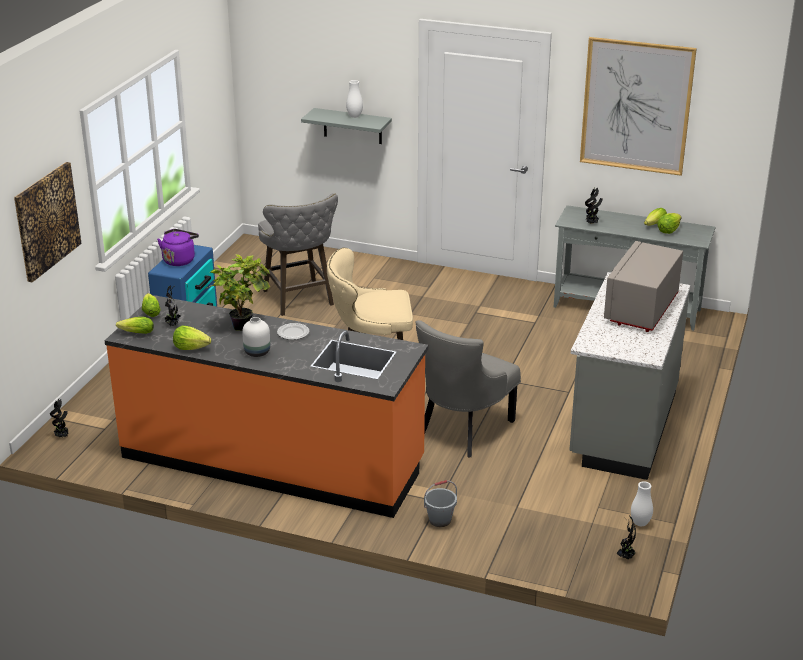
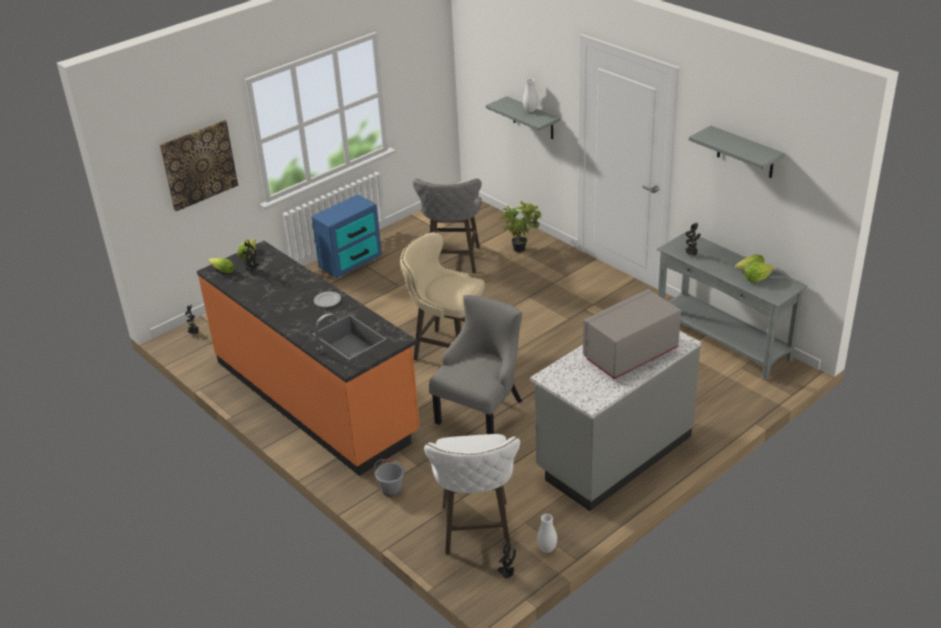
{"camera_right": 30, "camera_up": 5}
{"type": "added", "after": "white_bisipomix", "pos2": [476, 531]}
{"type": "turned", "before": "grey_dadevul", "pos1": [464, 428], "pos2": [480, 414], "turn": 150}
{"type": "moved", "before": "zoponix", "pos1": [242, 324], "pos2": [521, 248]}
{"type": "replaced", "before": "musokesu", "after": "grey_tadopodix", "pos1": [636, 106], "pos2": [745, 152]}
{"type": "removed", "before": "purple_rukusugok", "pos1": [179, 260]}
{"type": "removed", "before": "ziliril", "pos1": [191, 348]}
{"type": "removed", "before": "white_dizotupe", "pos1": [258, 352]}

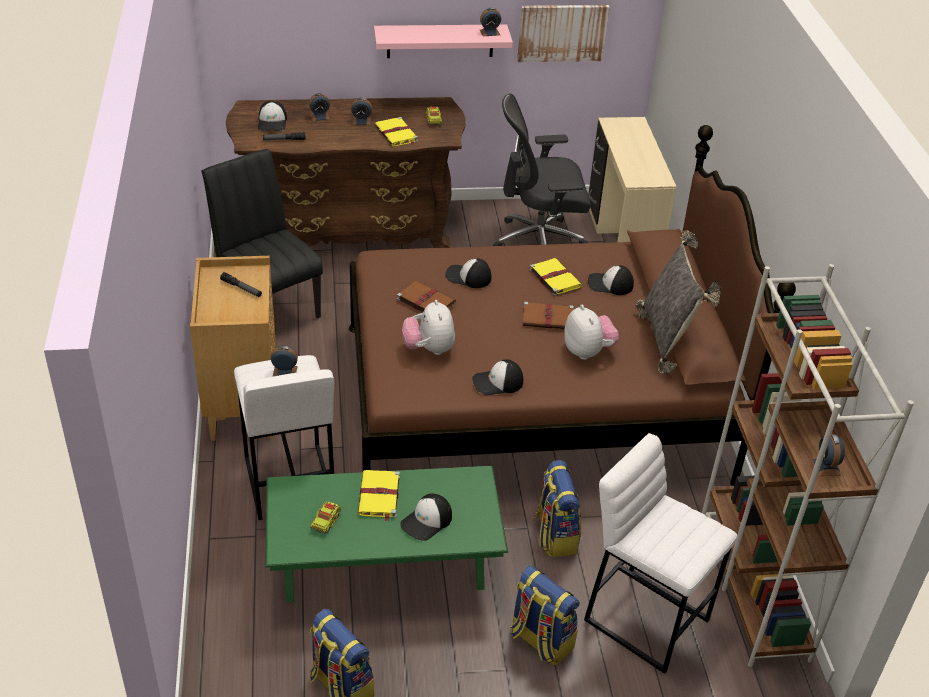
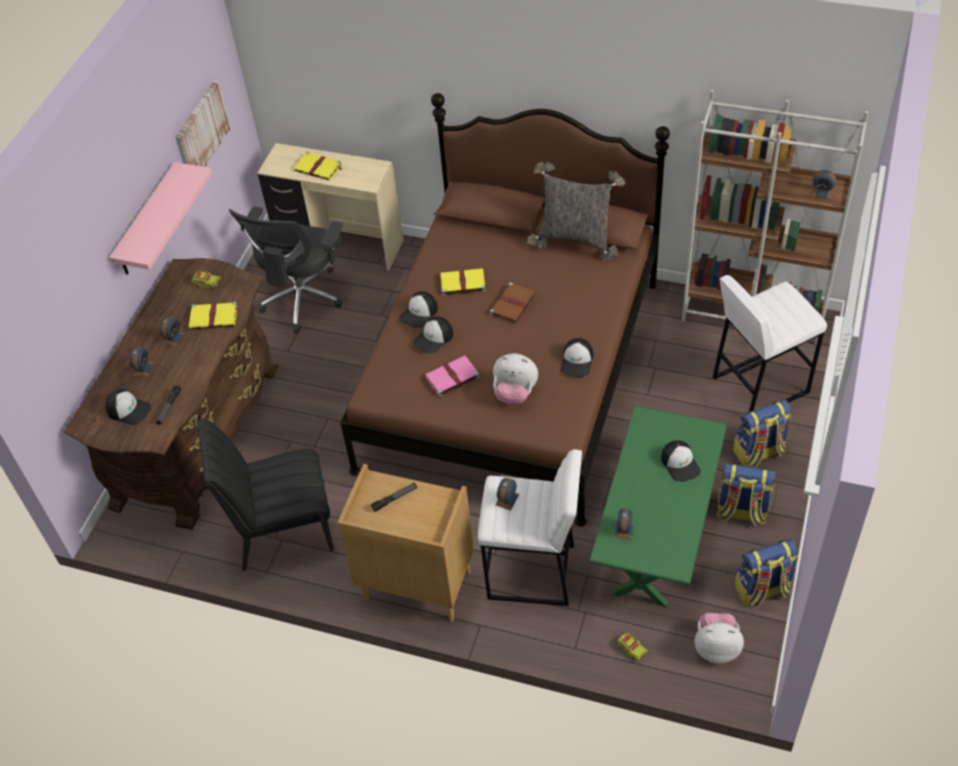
{"camera_right": -60, "camera_up": 10}
{"type": "moved", "before": "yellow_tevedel", "pos1": [379, 496], "pos2": [318, 168]}
{"type": "moved", "before": "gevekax", "pos1": [610, 284], "pos2": [419, 313]}
{"type": "recoloured", "before": "brown_tevedel", "after": "pink_tevedel", "pos1": [425, 301], "pos2": [451, 377]}
{"type": "moved", "before": "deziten", "pos1": [489, 32], "pos2": [624, 529]}
{"type": "moved", "before": "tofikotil", "pos1": [326, 521], "pos2": [631, 649]}
{"type": "moved", "before": "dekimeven", "pos1": [588, 351], "pos2": [716, 647]}
{"type": "moved", "before": "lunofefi", "pos1": [554, 535], "pos2": [741, 512]}

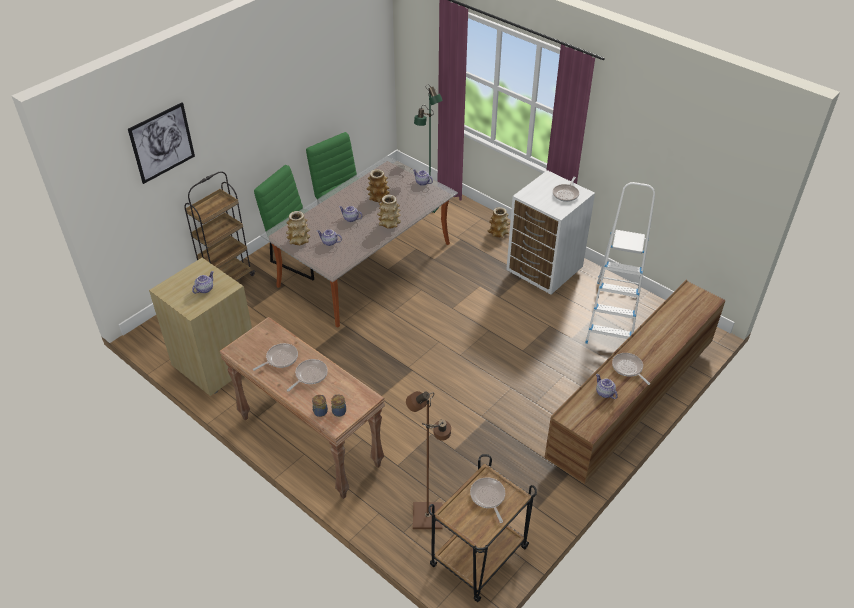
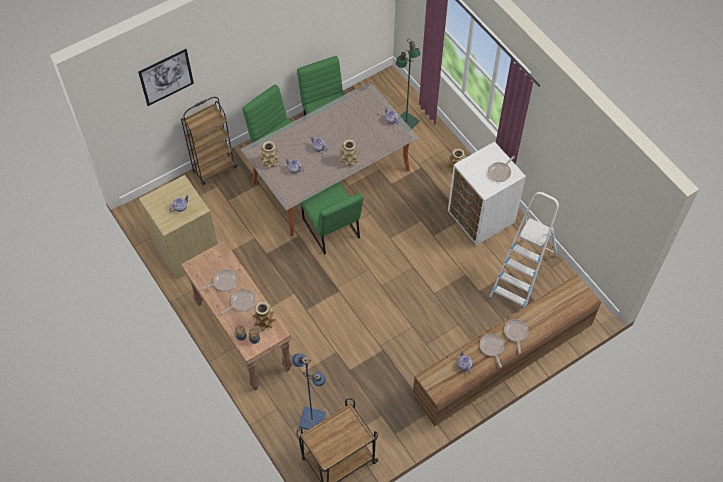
{"camera_right": 15, "camera_up": 15}
{"type": "moved", "before": "dizotupe", "pos1": [378, 197], "pos2": [265, 321]}
{"type": "recoloured", "before": "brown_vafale", "after": "blue_vafale", "pos1": [427, 516], "pos2": [312, 420]}
{"type": "added", "after": "green_dadevul", "pos2": [331, 229]}
{"type": "moved", "before": "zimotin", "pos1": [488, 497], "pos2": [516, 333]}

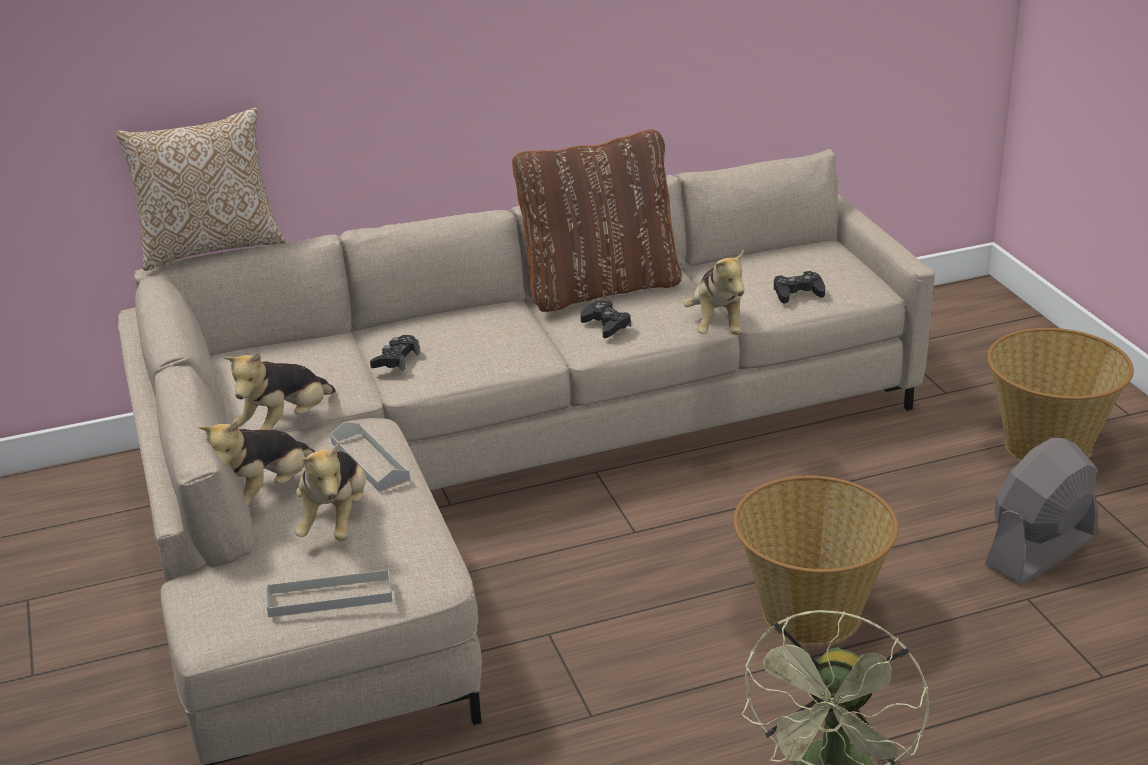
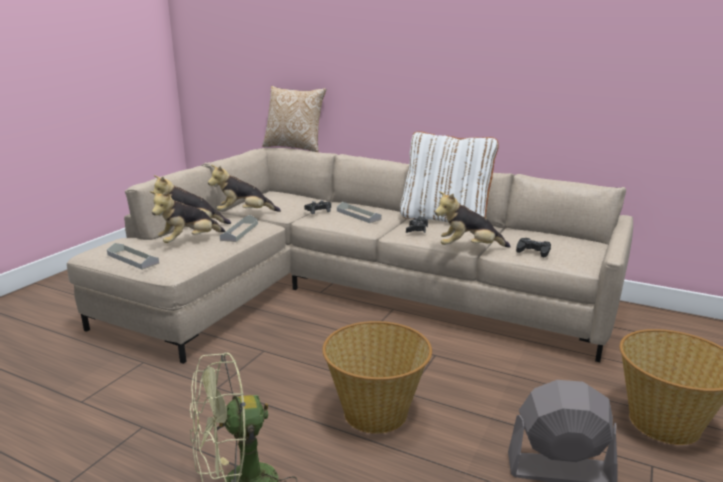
{"camera_right": 45, "camera_up": -10}
{"type": "added", "after": "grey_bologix", "pos2": [358, 215]}
{"type": "recoloured", "before": "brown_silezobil", "after": "white_silezobil", "pos1": [600, 288], "pos2": [445, 219]}
{"type": "turned", "before": "dekimeven", "pos1": [717, 325], "pos2": [468, 248], "turn": 45}

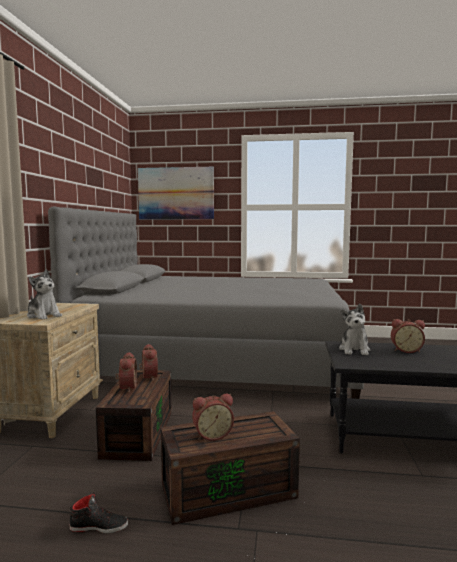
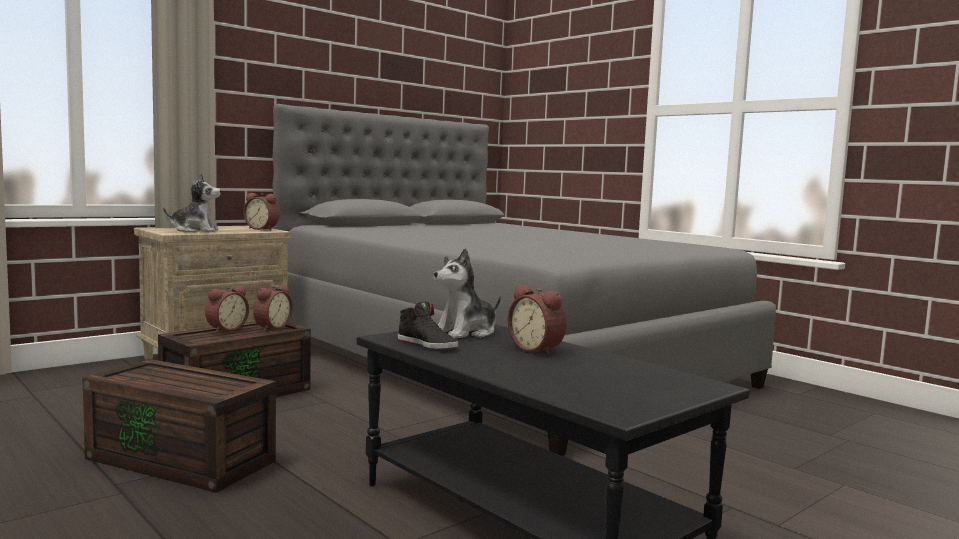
{"camera_right": 40, "camera_up": 0}
{"type": "turned", "before": "dekimeven", "pos1": [44, 316], "pos2": [195, 230], "turn": -90}
{"type": "moved", "before": "deziten", "pos1": [212, 435], "pos2": [262, 229]}
{"type": "moved", "before": "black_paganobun", "pos1": [99, 526], "pos2": [427, 344]}
{"type": "removed", "before": "musokesu", "pos1": [176, 193]}

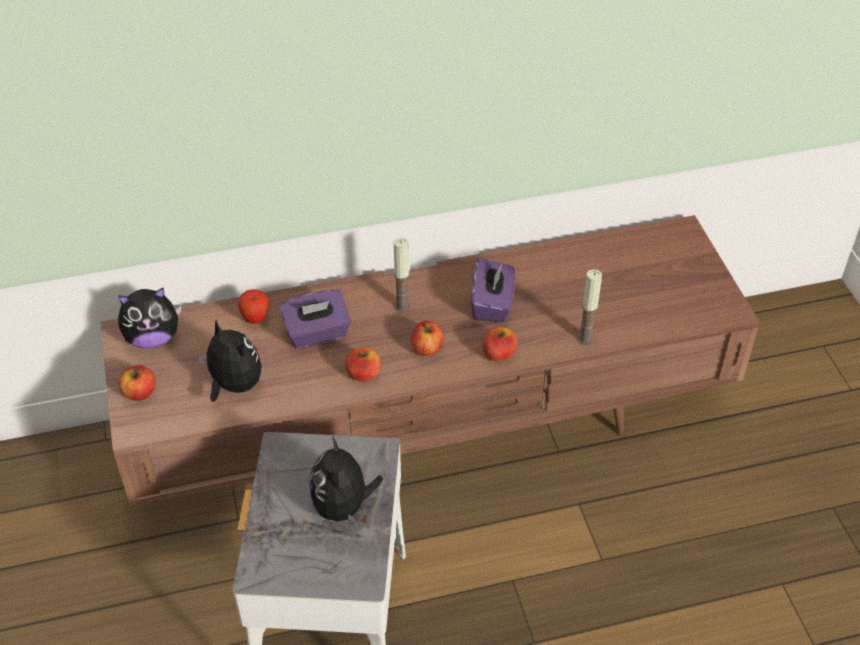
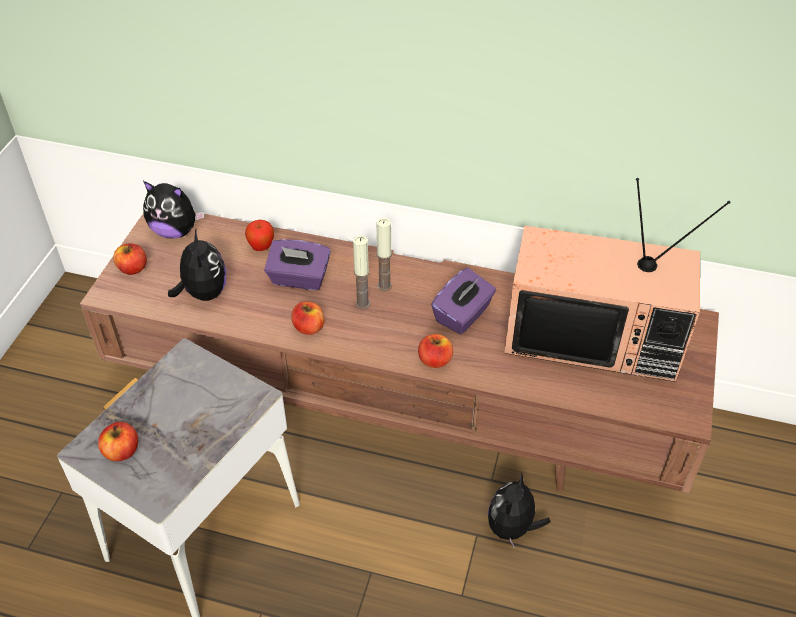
{"camera_right": 30, "camera_up": 0}
{"type": "moved", "before": "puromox", "pos1": [427, 348], "pos2": [122, 451]}
{"type": "moved", "before": "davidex", "pos1": [585, 339], "pos2": [362, 303]}
{"type": "moved", "before": "dekimeven", "pos1": [343, 507], "pos2": [512, 528]}
{"type": "added", "after": "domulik", "pos2": [595, 335]}

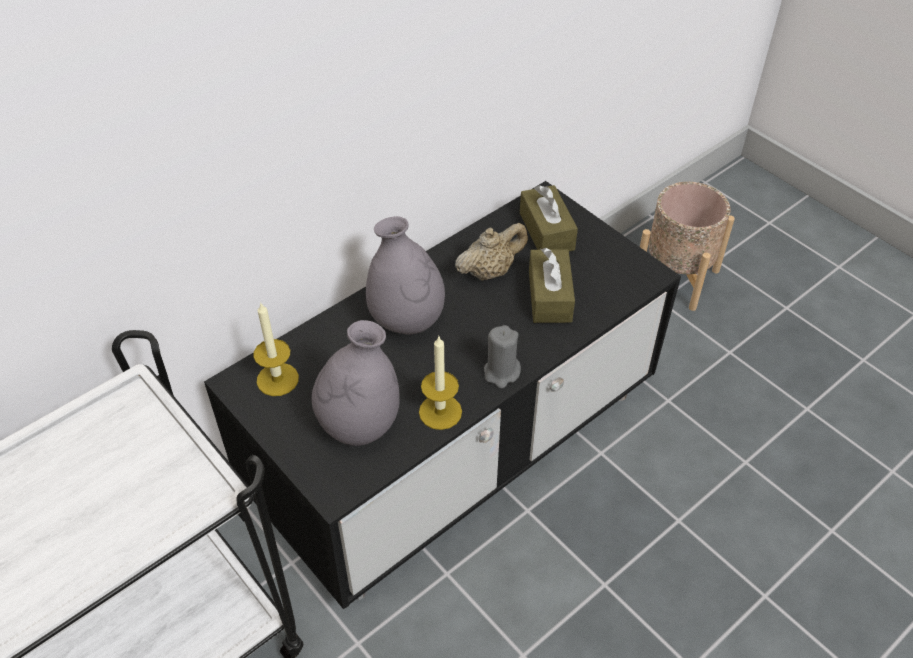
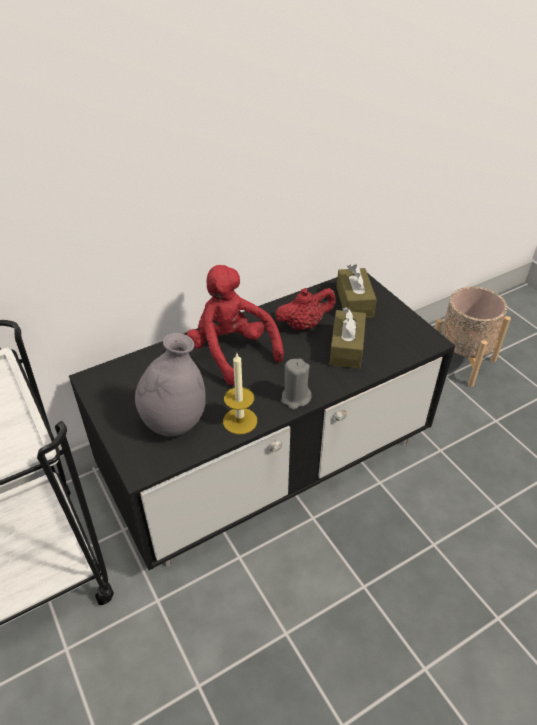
{"camera_right": 10, "camera_up": -5}
{"type": "replaced", "before": "grey_dizotupe", "after": "red_dekimeven", "pos1": [407, 321], "pos2": [231, 352]}
{"type": "recoloured", "before": "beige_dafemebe", "after": "red_dafemebe", "pos1": [490, 271], "pos2": [304, 325]}
{"type": "removed", "before": "davidex", "pos1": [277, 379]}

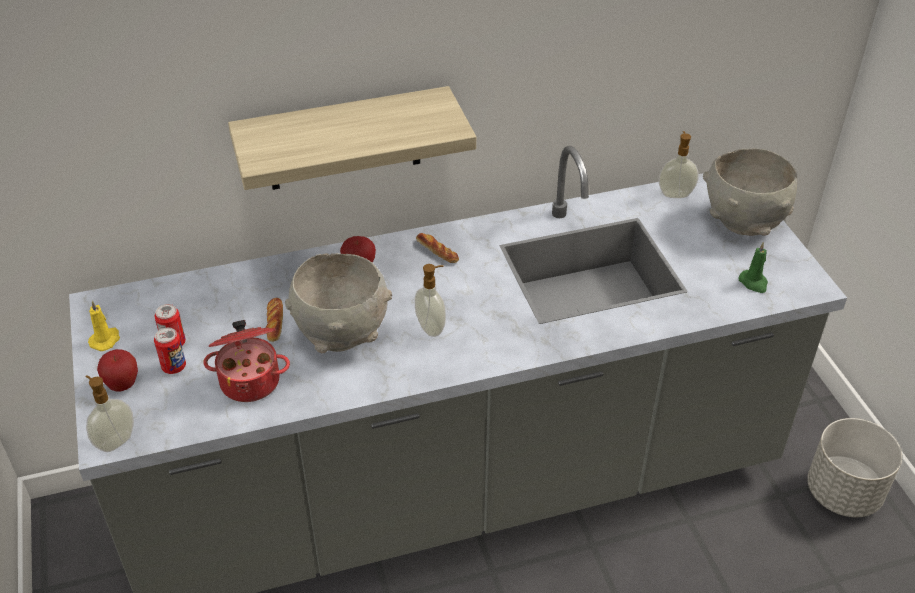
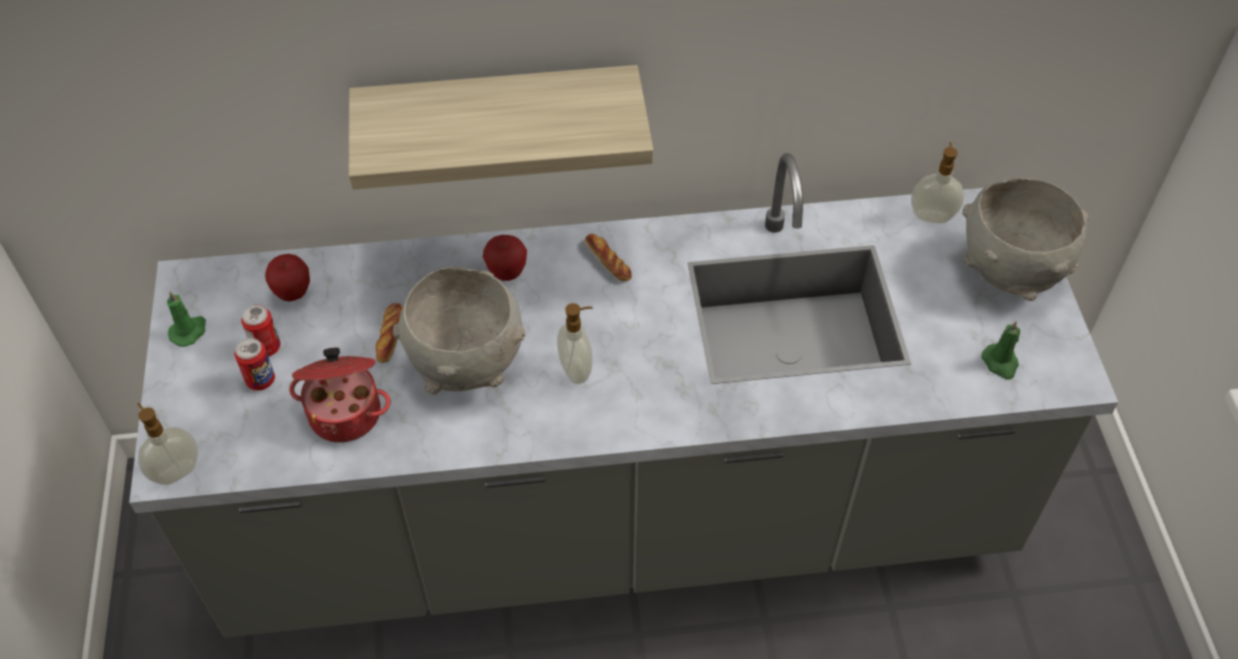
{"camera_right": 10, "camera_up": 10}
{"type": "recoloured", "before": "yellow_davidex", "after": "green_davidex", "pos1": [106, 340], "pos2": [189, 331]}
{"type": "moved", "before": "puromox", "pos1": [123, 385], "pos2": [293, 293]}
{"type": "removed", "before": "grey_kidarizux", "pos1": [843, 492]}

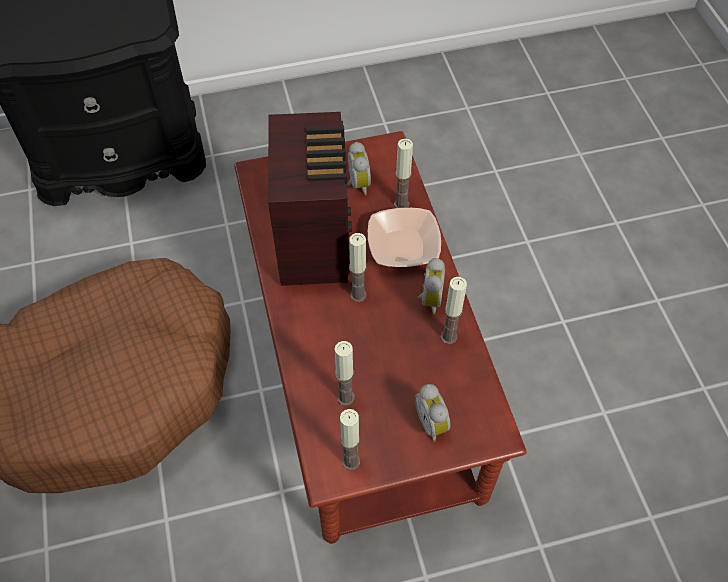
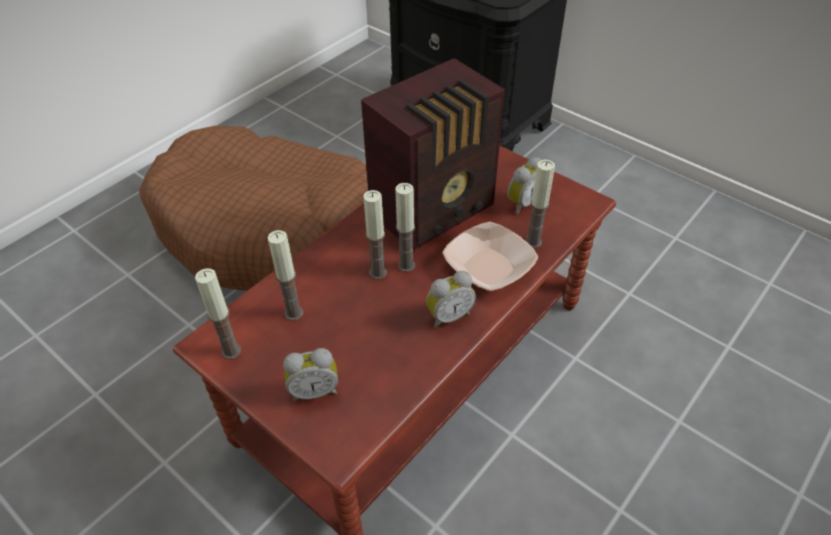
{"camera_right": 55, "camera_up": -10}
{"type": "turned", "before": "deziten", "pos1": [433, 422], "pos2": [314, 390], "turn": -135}
{"type": "moved", "before": "davidex", "pos1": [448, 337], "pos2": [378, 272]}

